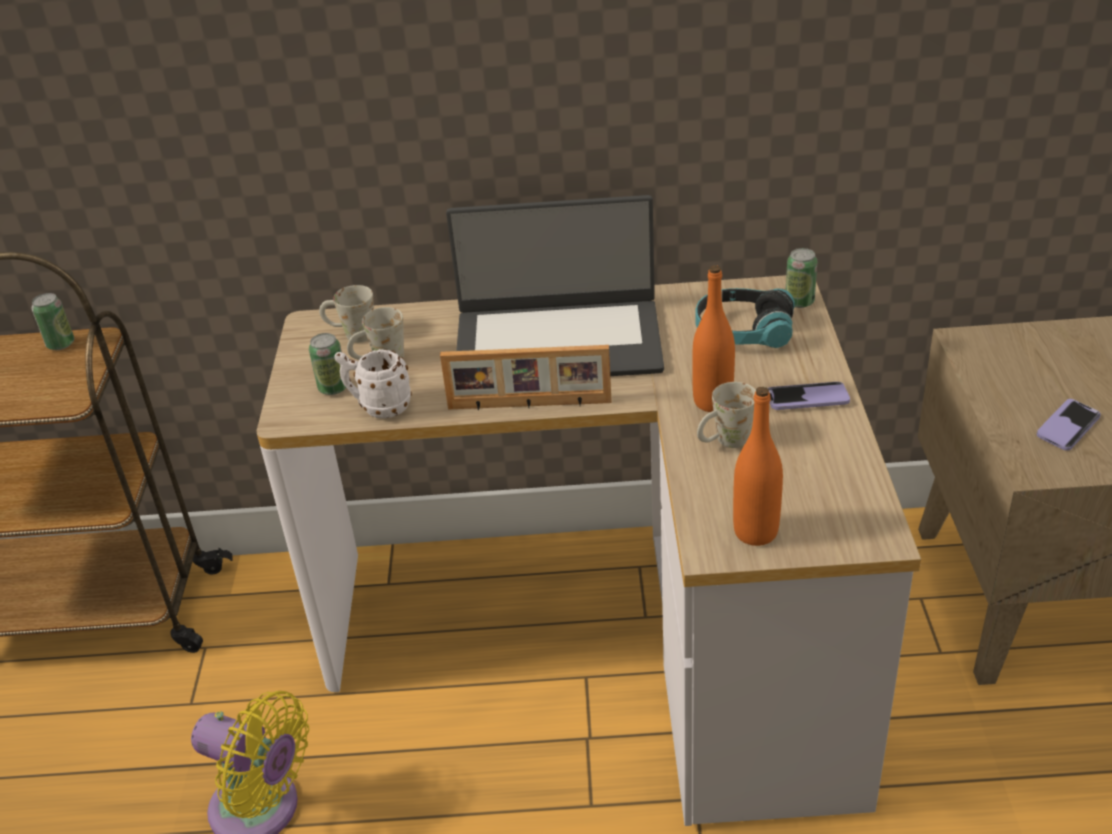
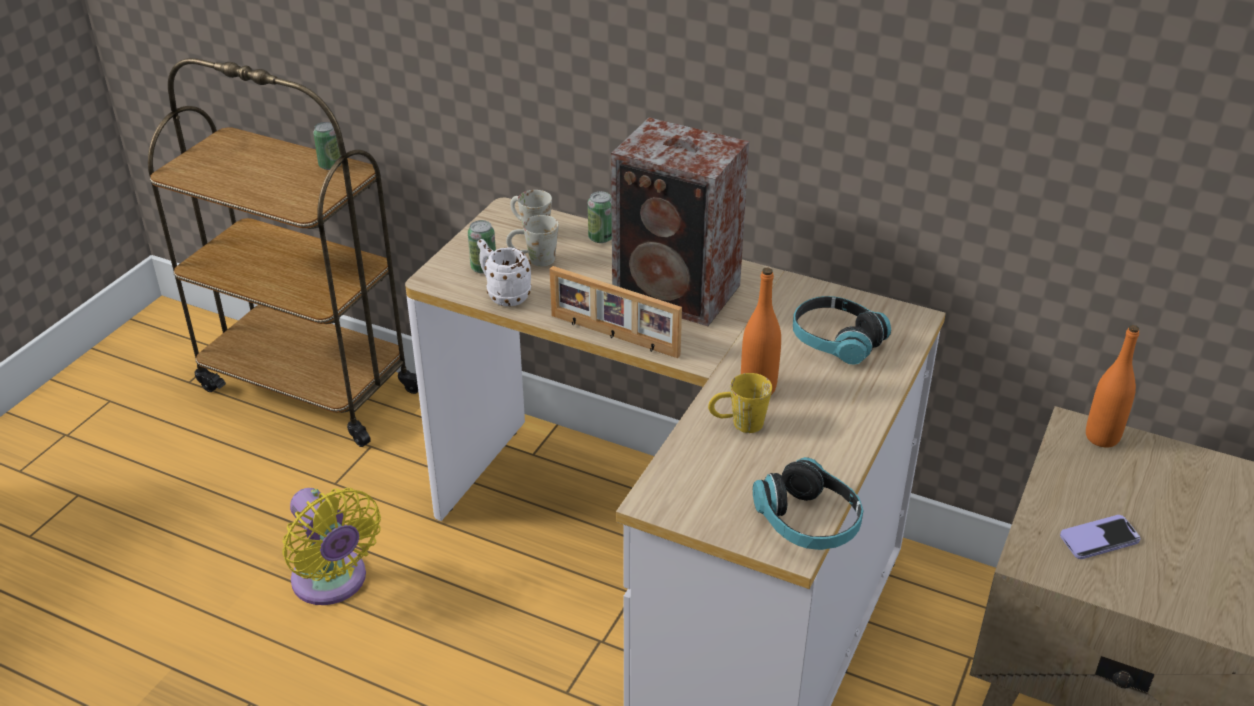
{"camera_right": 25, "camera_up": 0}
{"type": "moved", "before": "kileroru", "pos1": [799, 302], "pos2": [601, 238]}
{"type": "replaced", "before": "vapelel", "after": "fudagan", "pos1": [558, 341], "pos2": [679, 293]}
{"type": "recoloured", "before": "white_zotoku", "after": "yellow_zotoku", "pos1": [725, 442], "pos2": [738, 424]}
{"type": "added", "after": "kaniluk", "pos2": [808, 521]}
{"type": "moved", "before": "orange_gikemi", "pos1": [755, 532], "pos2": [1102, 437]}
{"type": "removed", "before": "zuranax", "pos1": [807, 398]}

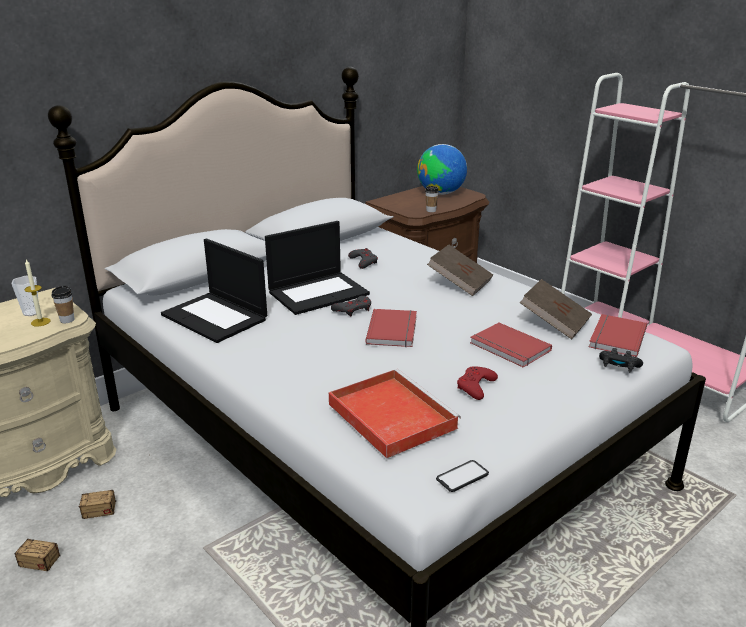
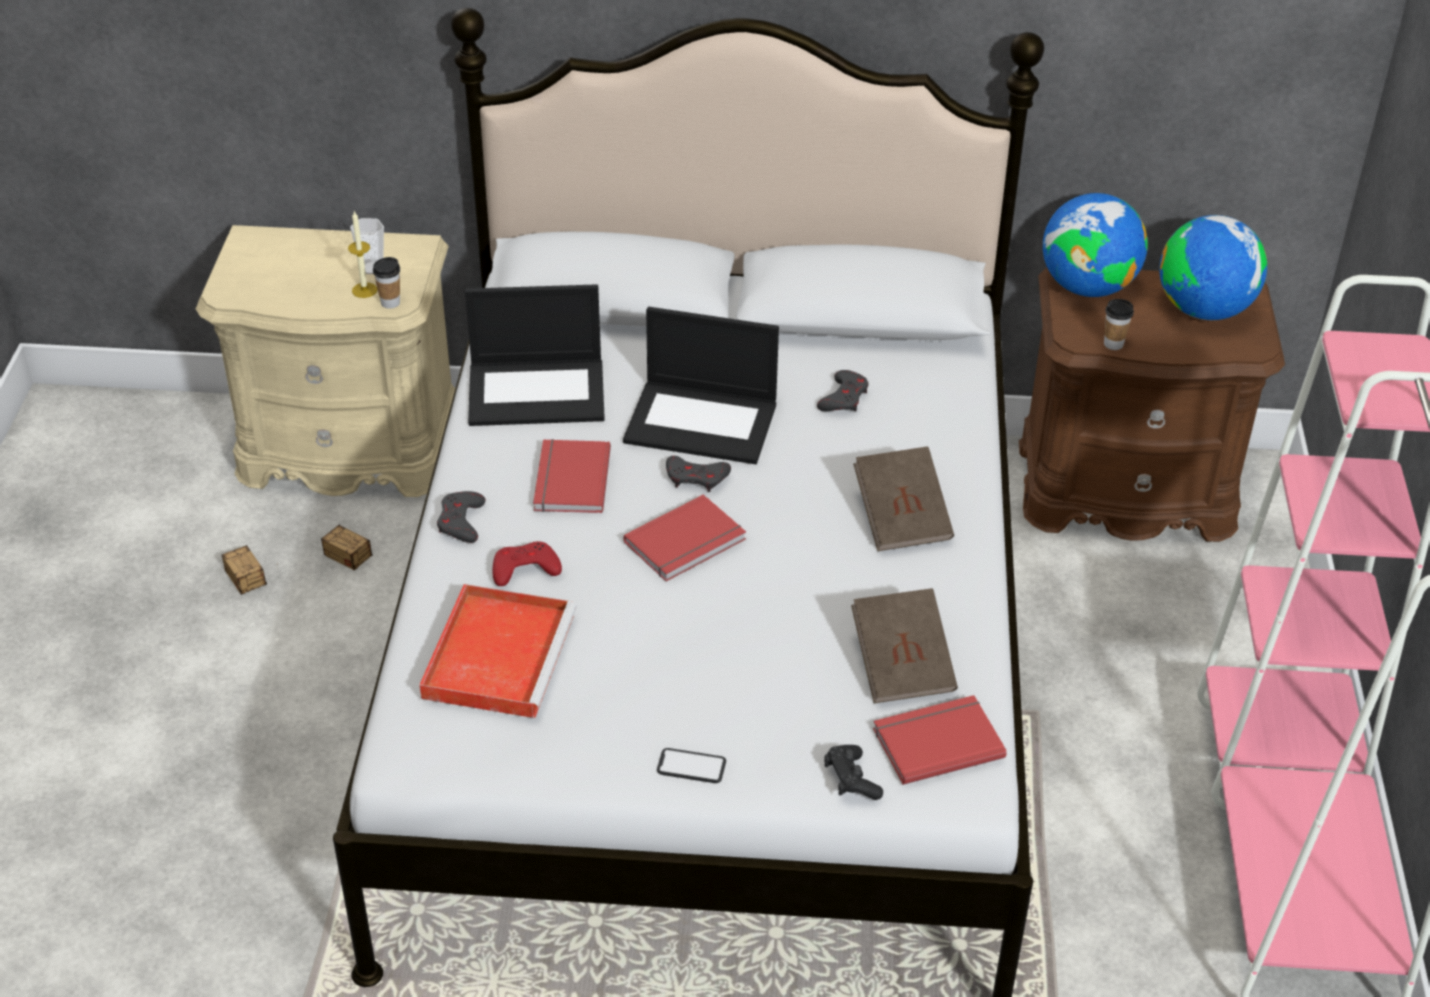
{"camera_right": 45, "camera_up": 15}
{"type": "added", "after": "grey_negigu", "pos2": [461, 521]}
{"type": "turned", "before": "vapelel", "pos1": [216, 317], "pos2": [538, 391], "turn": -90}
{"type": "moved", "before": "red_negigu", "pos1": [475, 386], "pos2": [525, 568]}
{"type": "moved", "before": "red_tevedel", "pos1": [509, 348], "pos2": [569, 480]}
{"type": "moved", "before": "zuranax", "pos1": [462, 476], "pos2": [691, 766]}
{"type": "added", "after": "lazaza", "pos2": [1087, 287]}

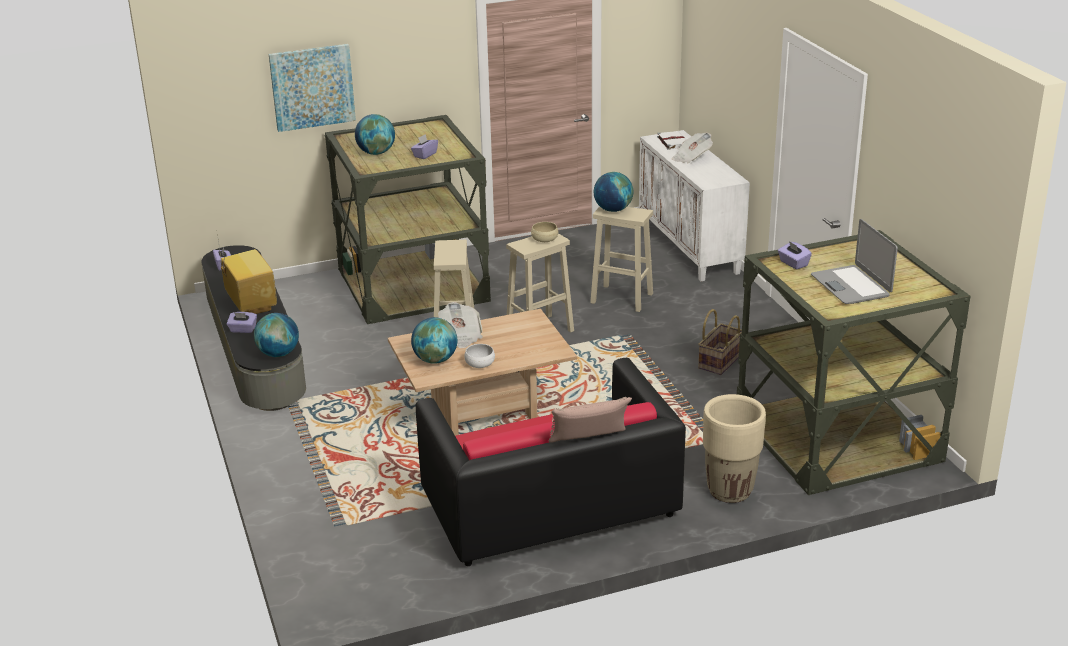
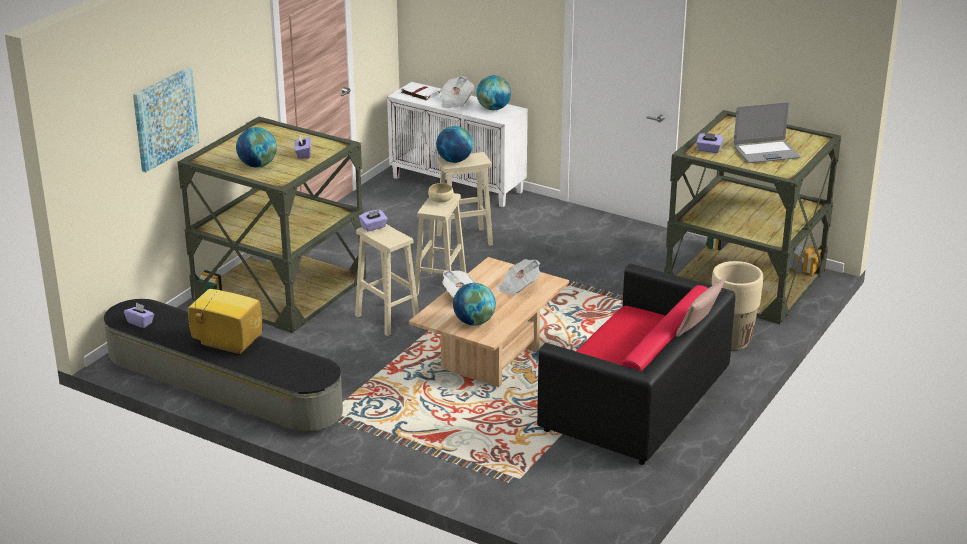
{"camera_right": -40, "camera_up": 0}
{"type": "moved", "before": "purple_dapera", "pos1": [243, 330], "pos2": [373, 227]}
{"type": "moved", "before": "lazaza", "pos1": [278, 354], "pos2": [493, 108]}
{"type": "added", "after": "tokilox", "pos2": [518, 287]}
{"type": "turned", "before": "vapelel", "pos1": [851, 286], "pos2": [766, 152], "turn": -45}
{"type": "removed", "before": "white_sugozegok", "pos1": [480, 363]}
{"type": "removed", "before": "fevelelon", "pos1": [719, 361]}

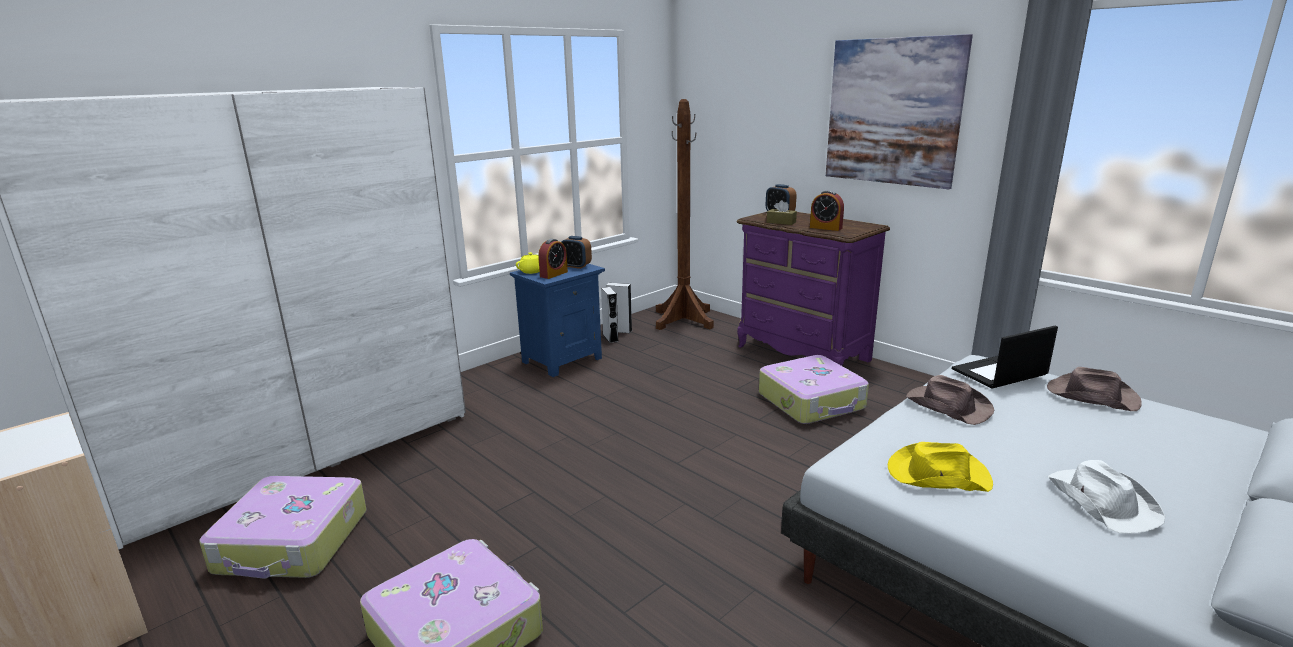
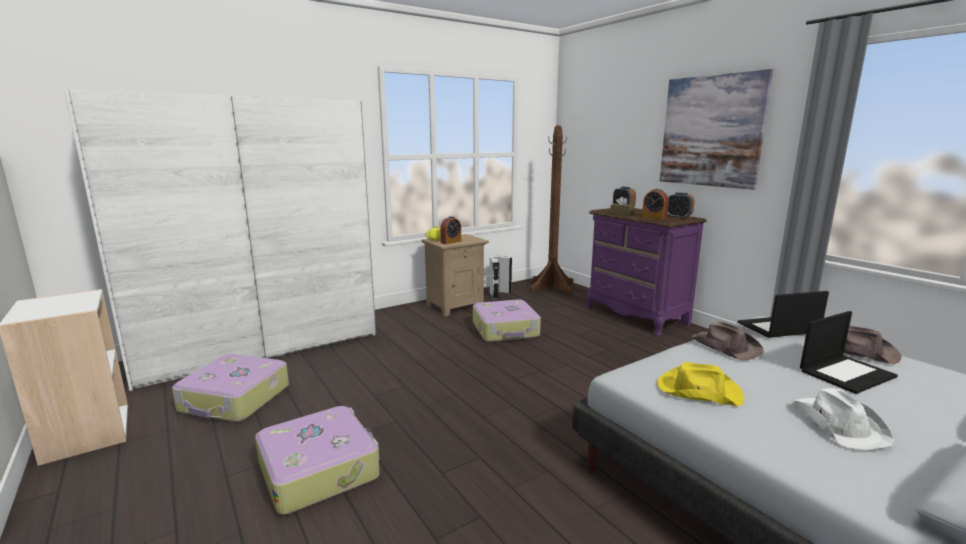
{"camera_right": 10, "camera_up": -5}
{"type": "recoloured", "before": "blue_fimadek", "after": "beige_fimadek", "pos1": [564, 360], "pos2": [456, 306]}
{"type": "moved", "before": "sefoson", "pos1": [812, 402], "pos2": [506, 330]}
{"type": "moved", "before": "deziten", "pos1": [576, 266], "pos2": [678, 217]}
{"type": "added", "after": "vapelel", "pos2": [846, 373]}

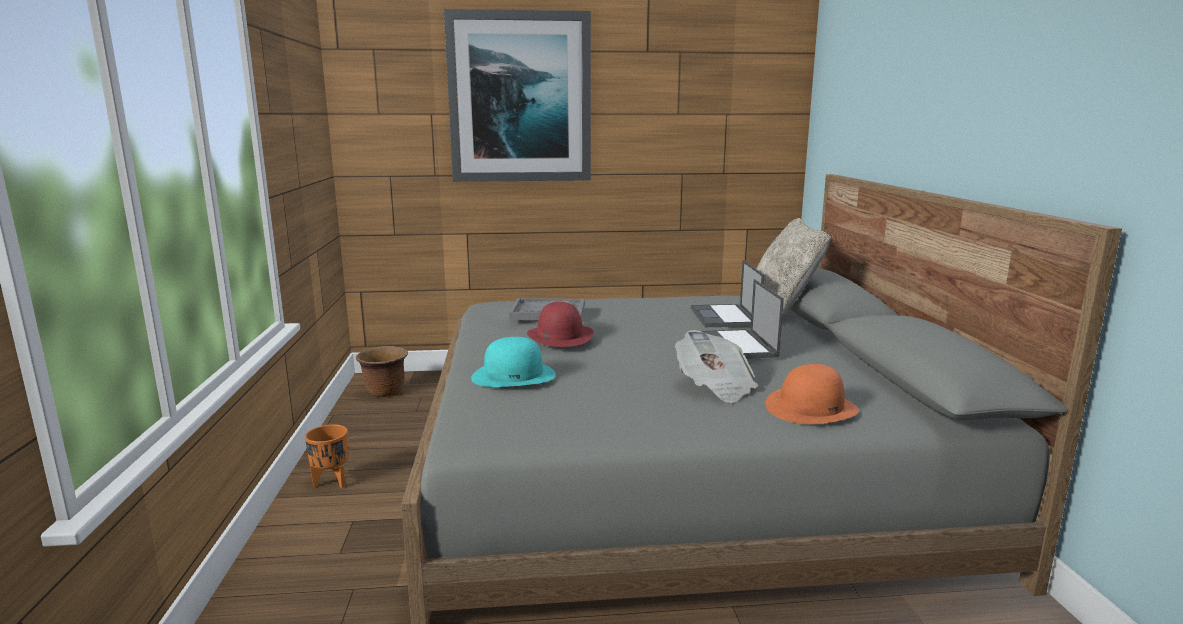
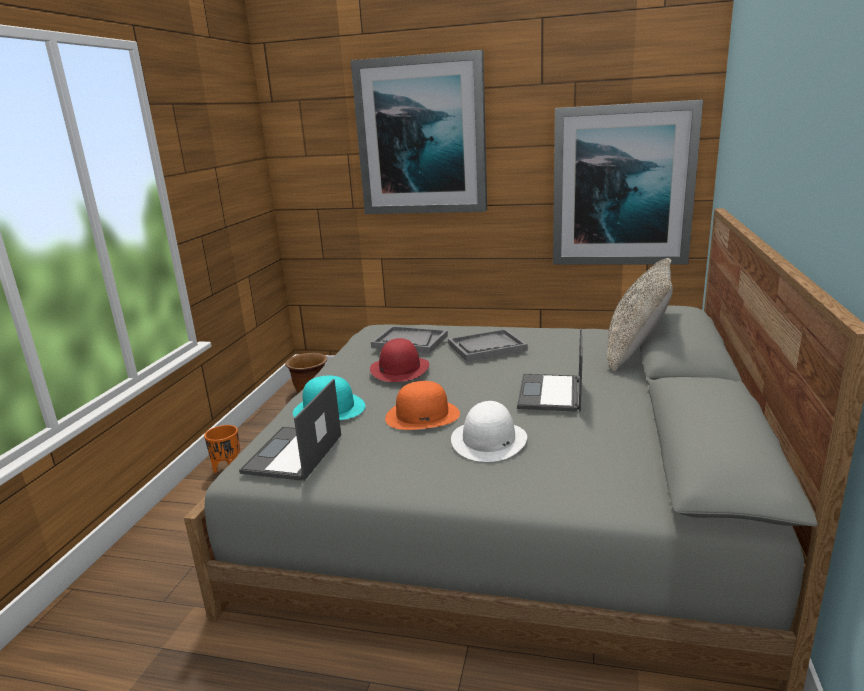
{"camera_right": 20, "camera_up": 5}
{"type": "moved", "before": "vapelel", "pos1": [724, 317], "pos2": [293, 454]}
{"type": "moved", "before": "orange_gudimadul", "pos1": [811, 407], "pos2": [422, 415]}
{"type": "added", "after": "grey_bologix", "pos2": [486, 347]}
{"type": "replaced", "before": "tokilox", "after": "white_gudimadul", "pos1": [715, 387], "pos2": [489, 440]}
{"type": "added", "after": "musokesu", "pos2": [622, 186]}

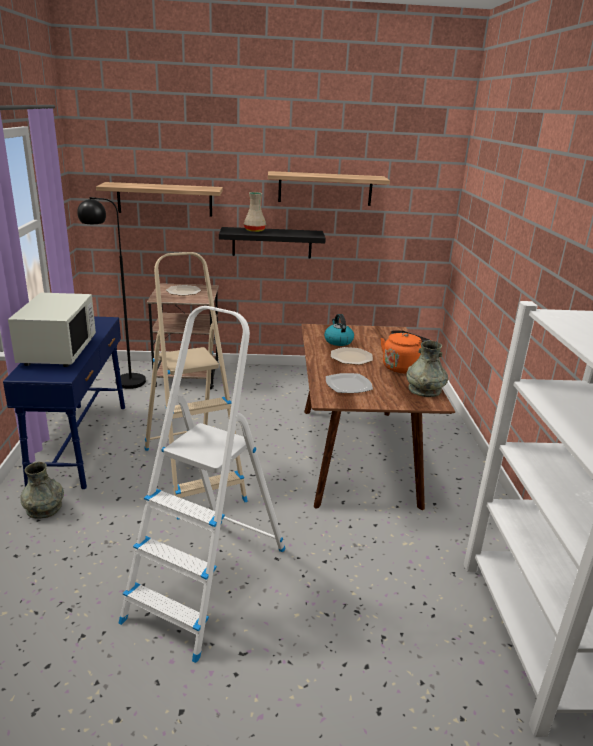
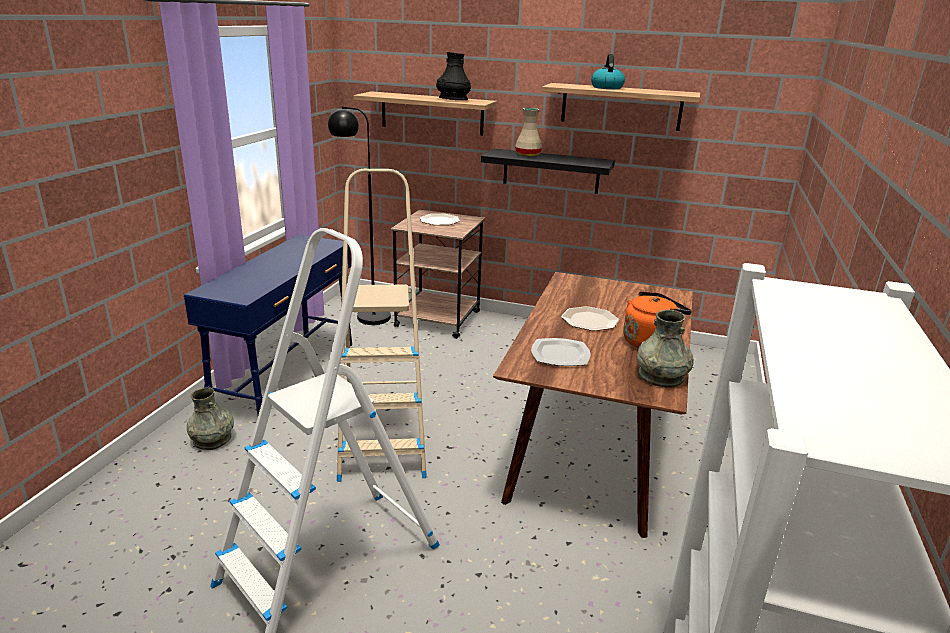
{"camera_right": 20, "camera_up": 0}
{"type": "added", "after": "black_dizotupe", "pos2": [453, 99]}
{"type": "moved", "before": "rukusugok", "pos1": [338, 341], "pos2": [606, 87]}
{"type": "removed", "before": "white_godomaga", "pos1": [58, 351]}

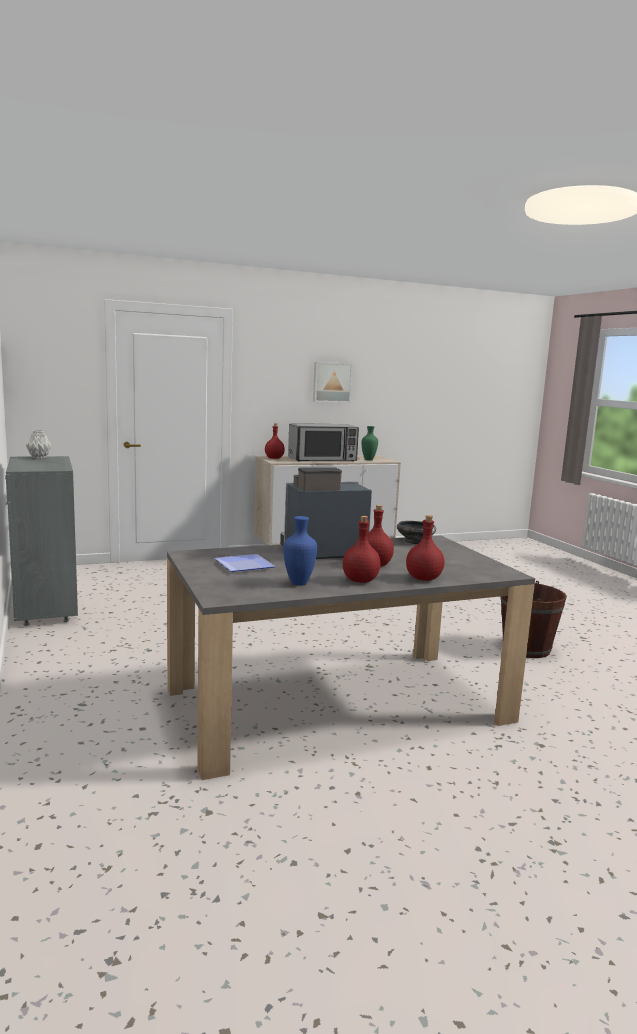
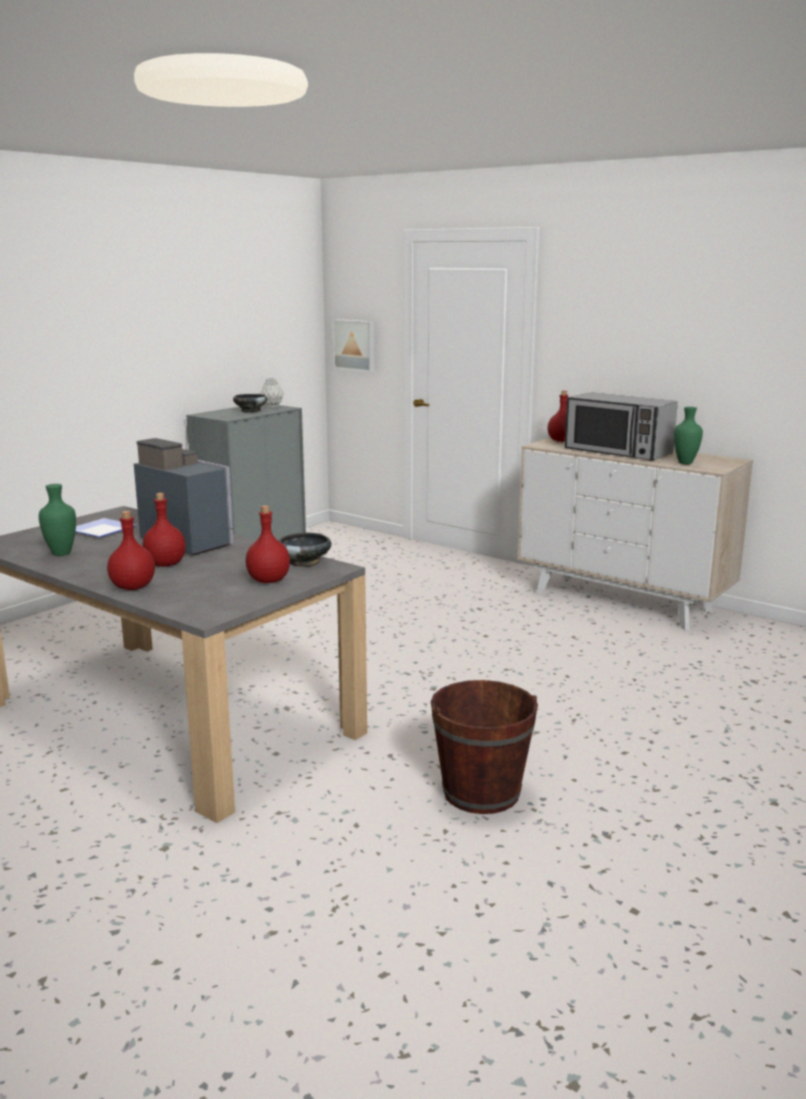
{"camera_right": 60, "camera_up": 5}
{"type": "recoloured", "before": "blue_dizotupe", "after": "green_dizotupe", "pos1": [297, 583], "pos2": [61, 553]}
{"type": "added", "after": "black_sugozegok", "pos2": [250, 411]}
{"type": "moved", "before": "red_gikemi", "pos1": [360, 581], "pos2": [267, 580]}
{"type": "moved", "before": "musokesu", "pos1": [331, 382], "pos2": [355, 345]}

